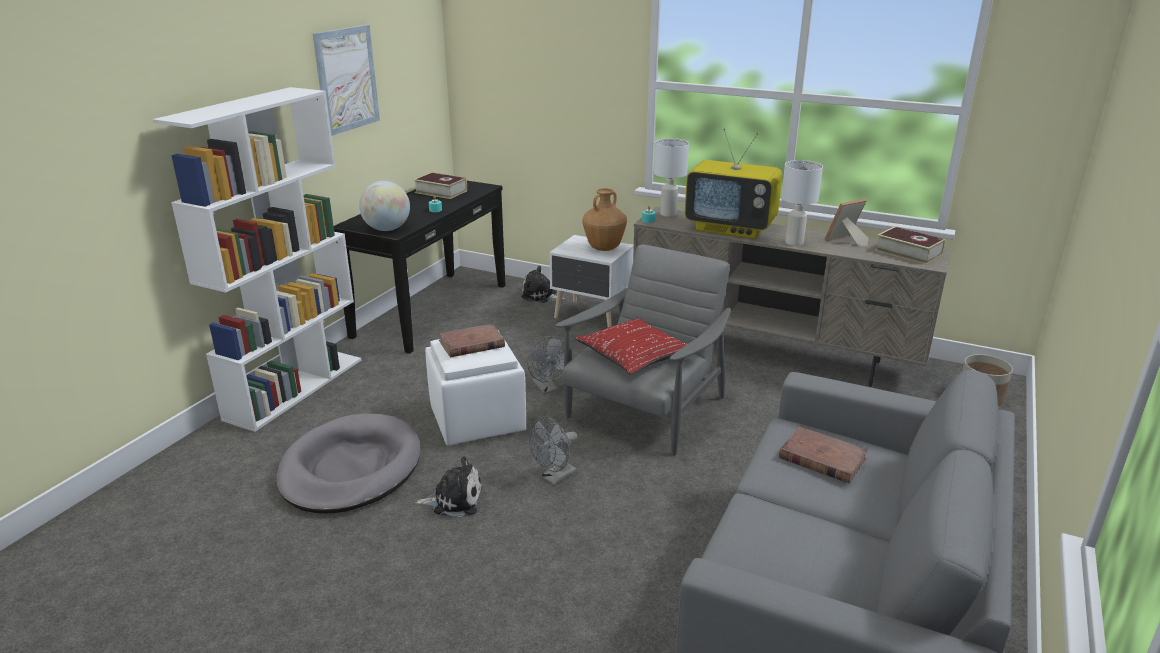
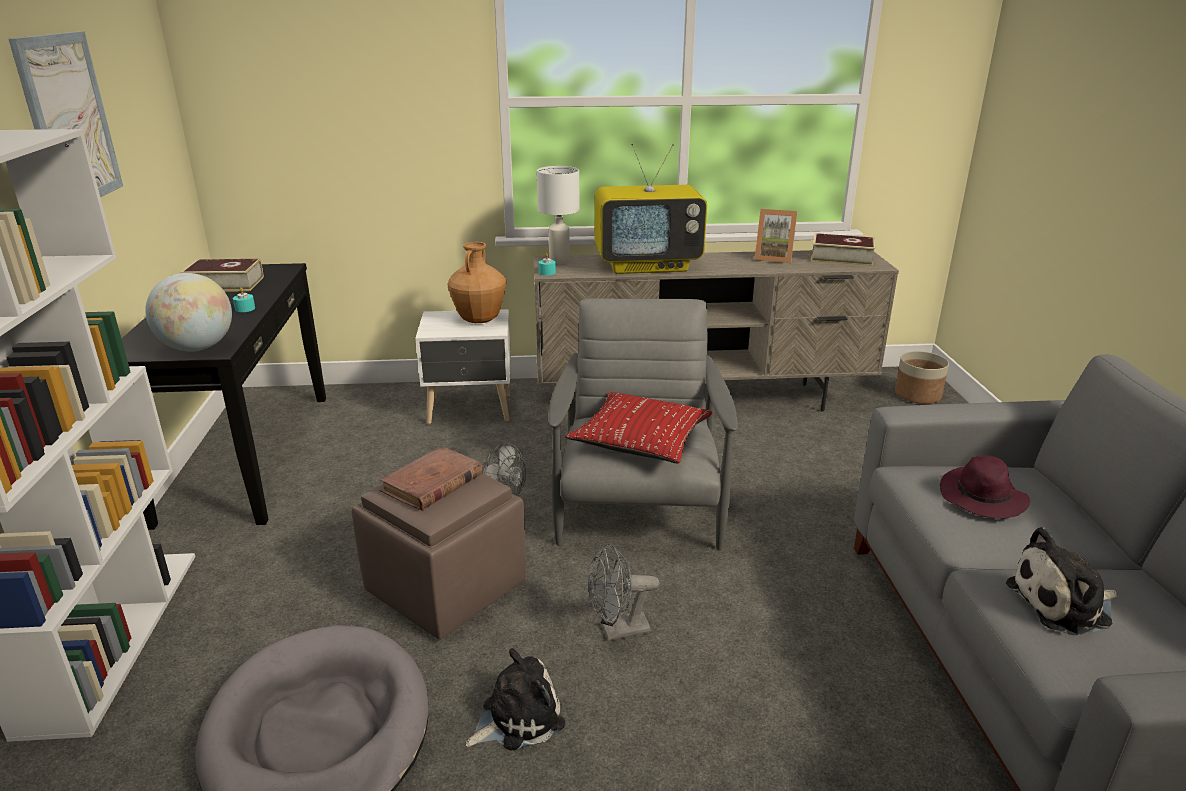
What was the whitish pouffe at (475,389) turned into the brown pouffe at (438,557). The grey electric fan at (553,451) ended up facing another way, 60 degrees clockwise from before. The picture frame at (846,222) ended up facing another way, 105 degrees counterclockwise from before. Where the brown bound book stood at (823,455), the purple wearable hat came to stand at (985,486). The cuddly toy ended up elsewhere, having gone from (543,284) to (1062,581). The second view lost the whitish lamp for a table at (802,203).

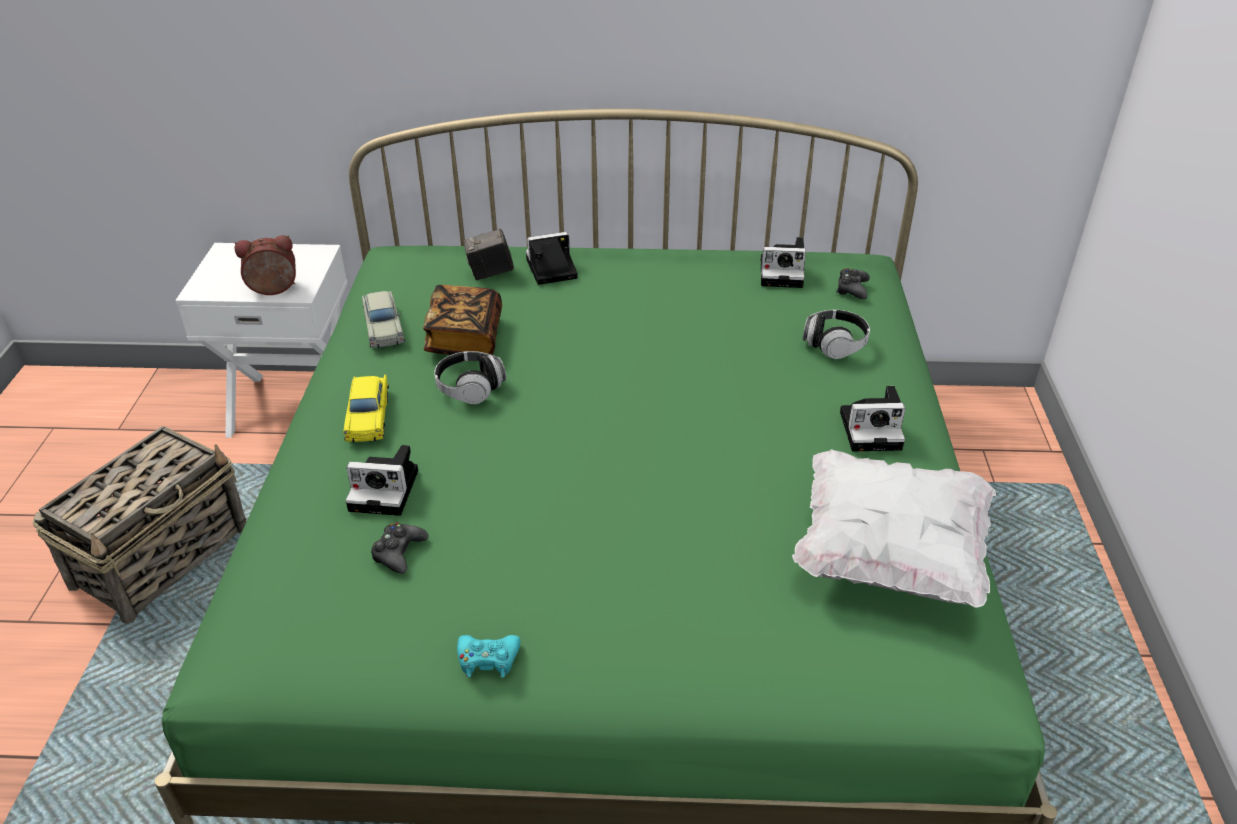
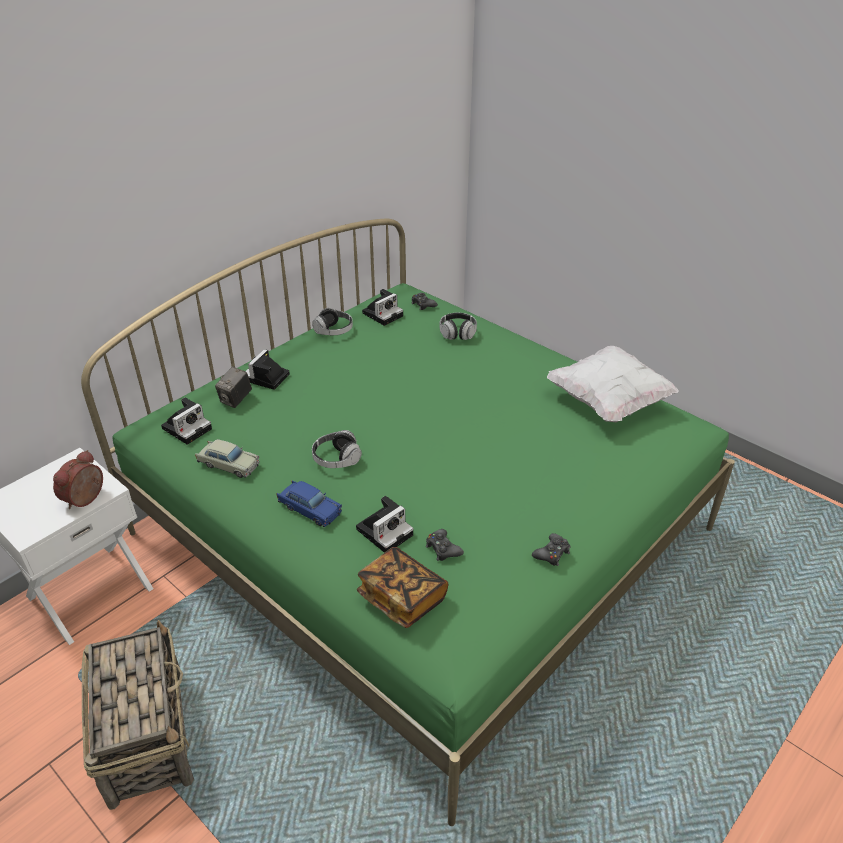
The photo camera ended up elsewhere, having gone from (872,419) to (186,421). What was the yellowish model car at (366,408) turned into the blue model car at (309,503). The second view gained the pair of headphones at (332,321). The bound book ended up elsewhere, having gone from (462,320) to (403,587). What was the blue-green gamepad at (489,656) turned into the black-coloured gamepad at (551,549).

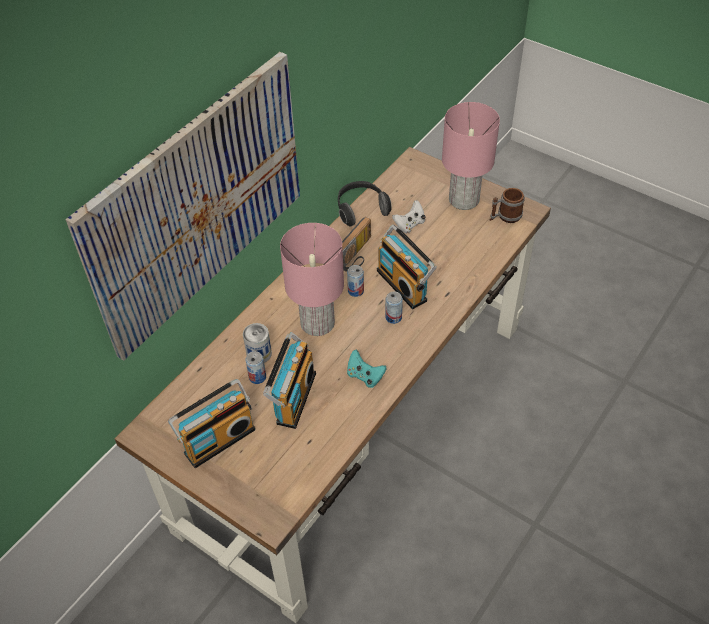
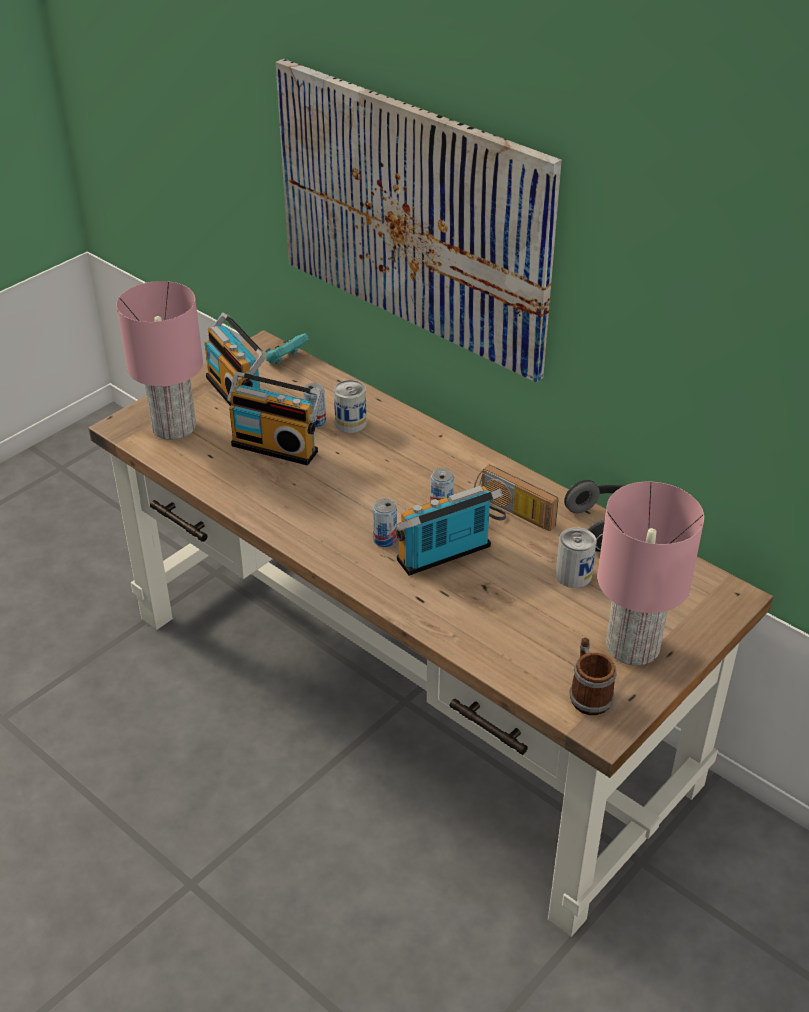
The pink lamp for a table ended up elsewhere, having gone from (312,279) to (159,360). The blue-green gamepad ended up elsewhere, having gone from (367,369) to (287,348). Where the whitish gamepad stood at (408,216), the sealed can came to stand at (576,557).

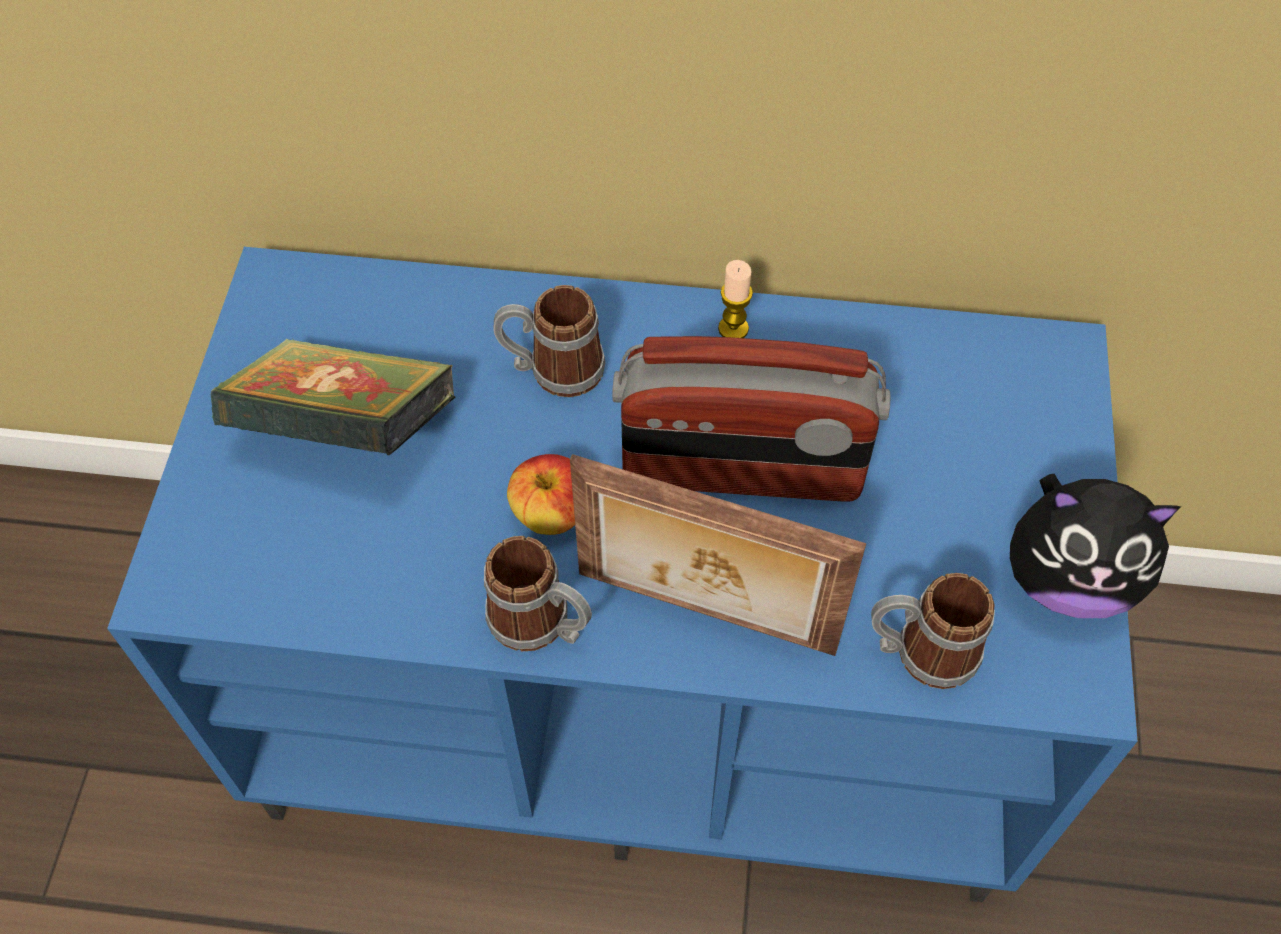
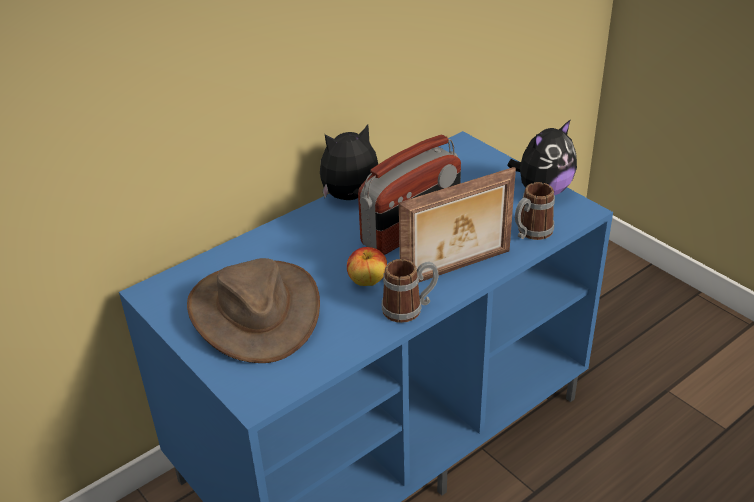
Where the bound book stood at (333,397), the brown wearable hat came to stand at (253,310). Where the wax light stood at (735,299), the cuddly toy came to stand at (349,162). The second view lost the coffee mug at (550,341).

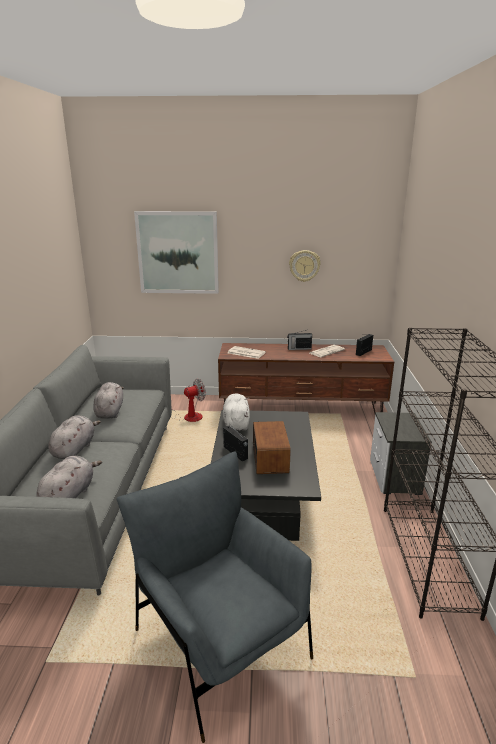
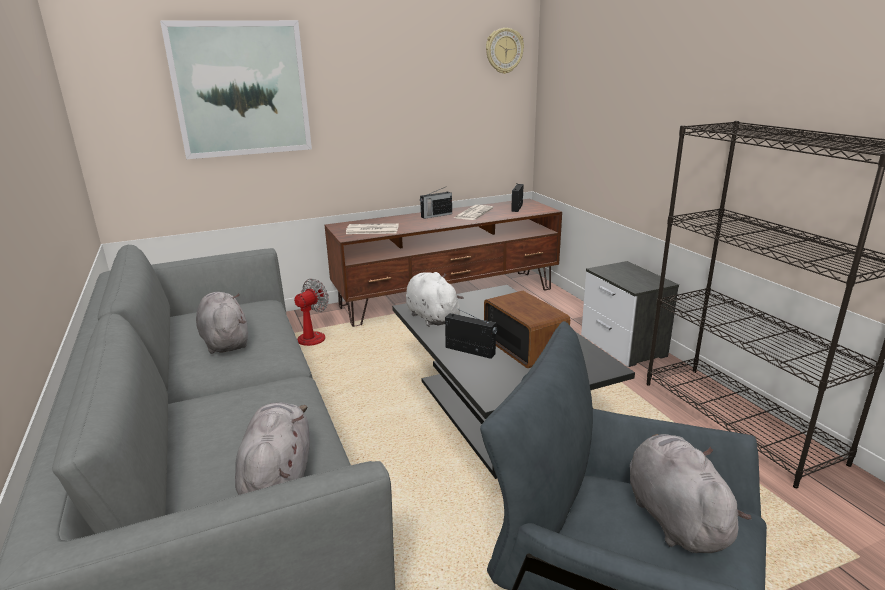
The hanging clock ended up elsewhere, having gone from (305,266) to (505,51). The grey cuddly toy ended up elsewhere, having gone from (74,437) to (691,493).

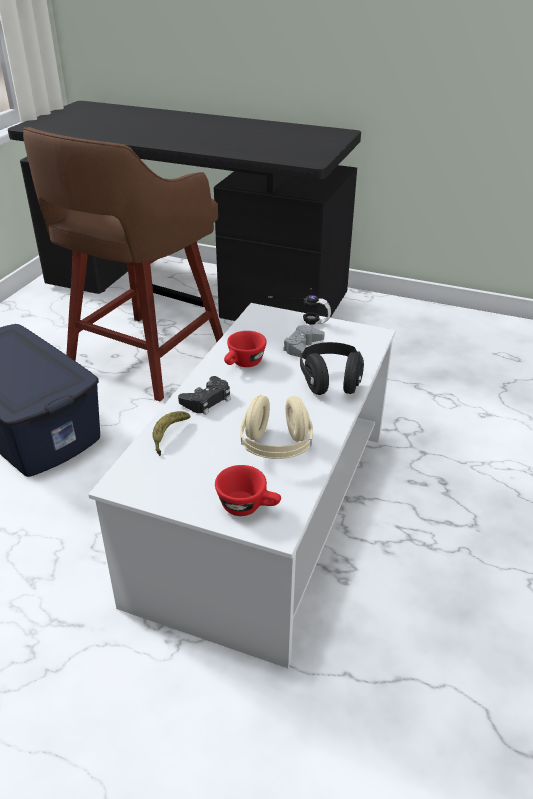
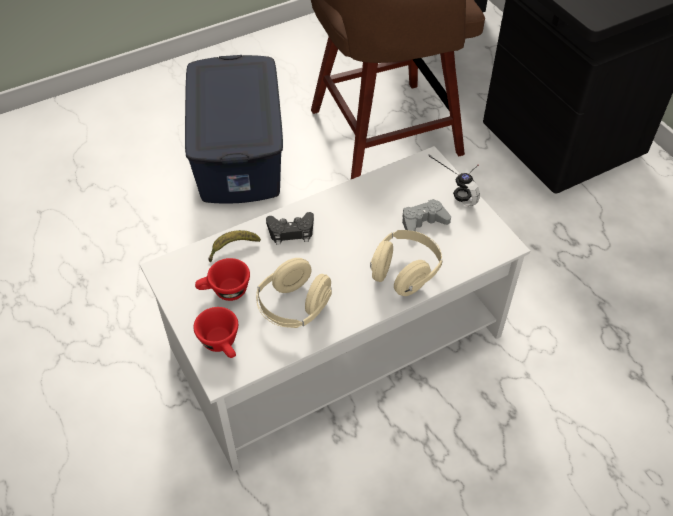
The red cup ended up elsewhere, having gone from (245,349) to (222,279). What was the black-coloured pair of headphones at (332,368) turned into the beige-coloured pair of headphones at (406,263).

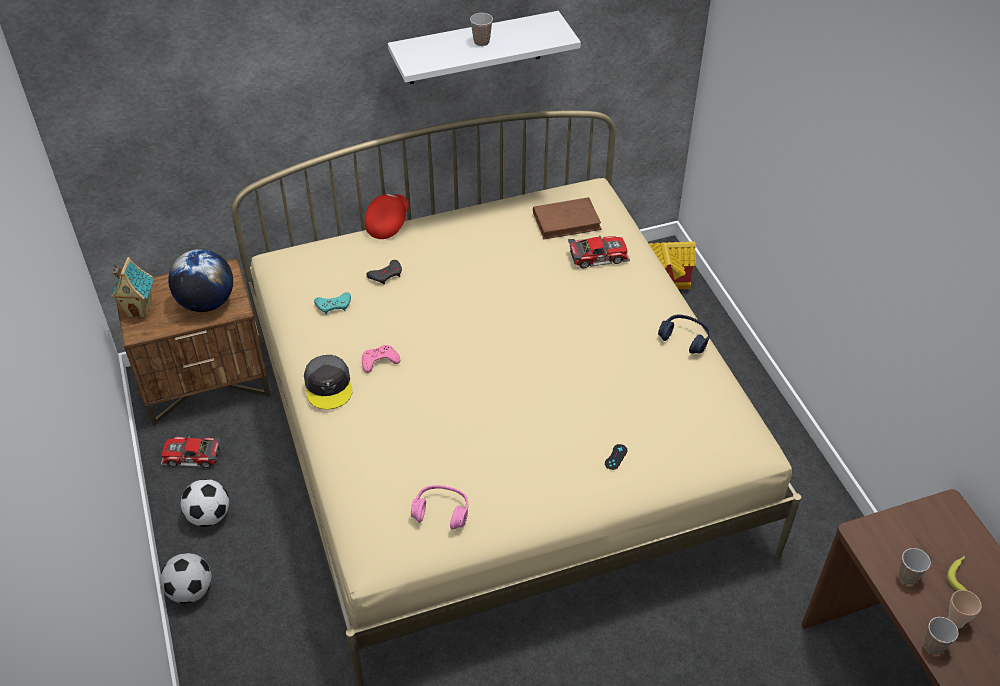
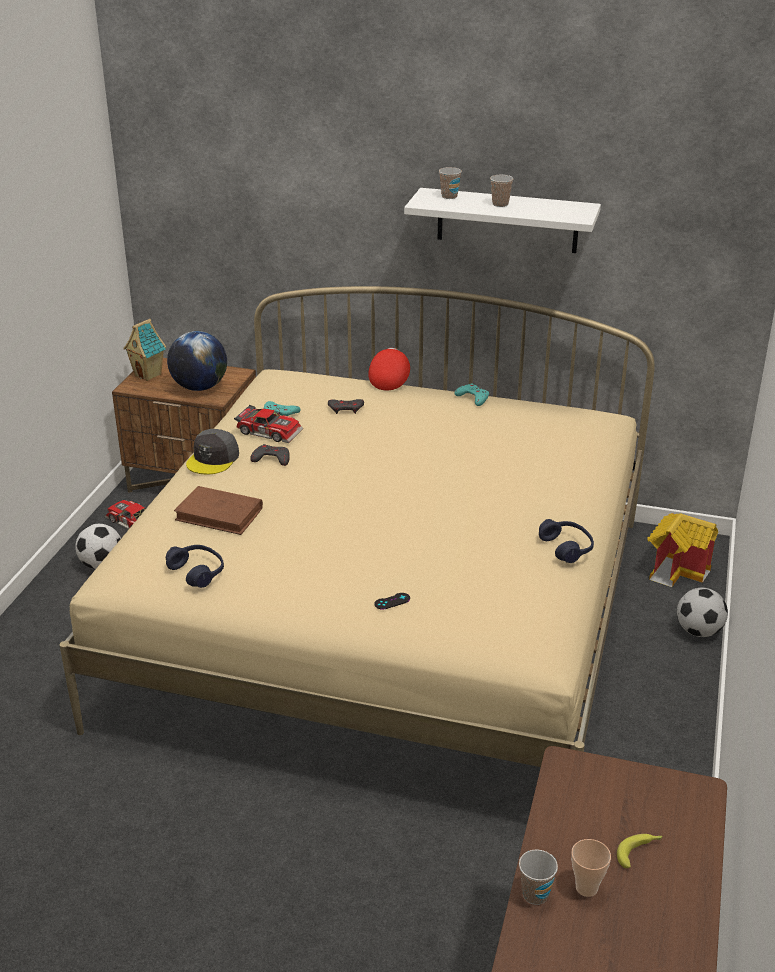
What was the pink pair of headphones at (439,507) turned into the blue pair of headphones at (195,566). The brown bound book ended up elsewhere, having gone from (567,218) to (218,510). The model car ended up elsewhere, having gone from (599,252) to (268,424). What was the pink gamepad at (381,359) turned into the grey gamepad at (270,455). The red peaked cap at (387,216) ended up facing another way, 45 degrees counterclockwise from before. The cup ended up elsewhere, having gone from (915,566) to (450,183). The second view gained the blue-green gamepad at (472,394). The ball for football ended up elsewhere, having gone from (186,578) to (702,612).

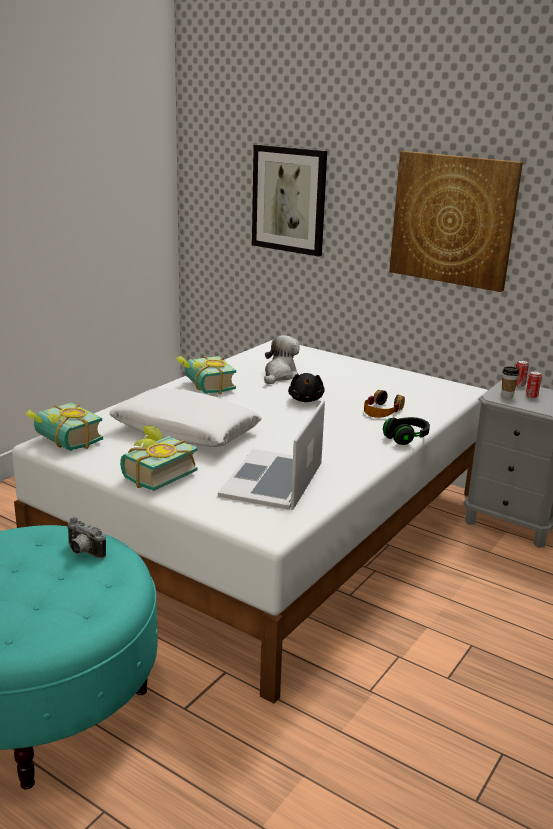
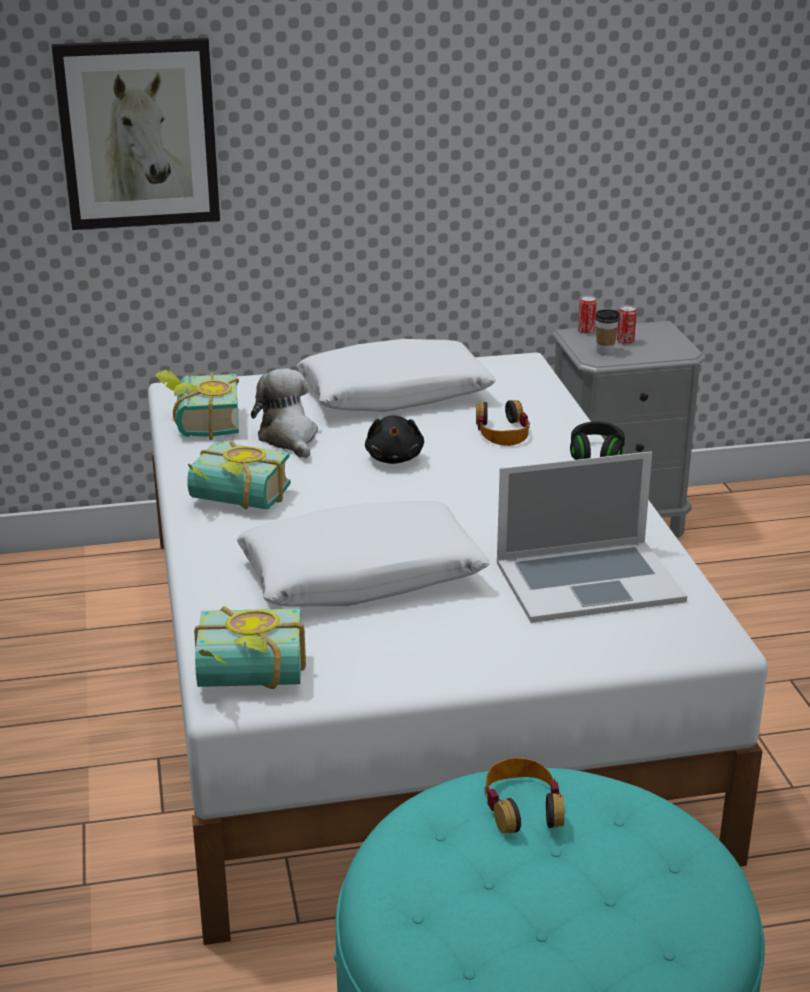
The bound book ended up elsewhere, having gone from (159,458) to (197,405). The second view gained the whitish throw pillow at (396,375). The black-coloured cuddly toy at (306,387) ended up facing another way, 45 degrees clockwise from before. Where the photo camera stood at (86,538), the pair of headphones came to stand at (524,796). The portable computer at (271,455) ended up facing another way, 75 degrees counterclockwise from before. The second view lost the picture at (456,221).

